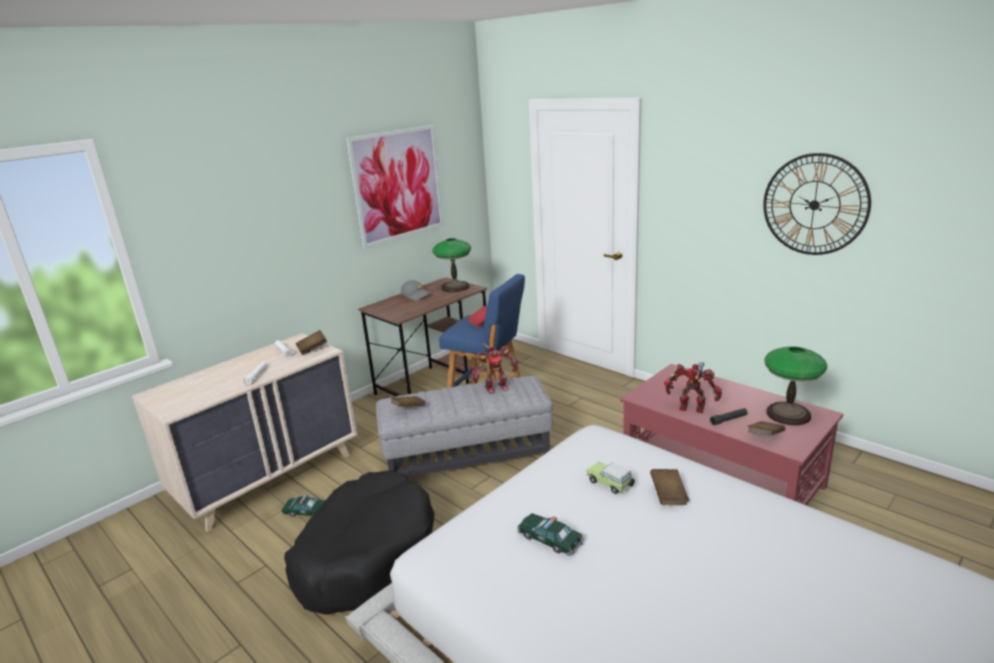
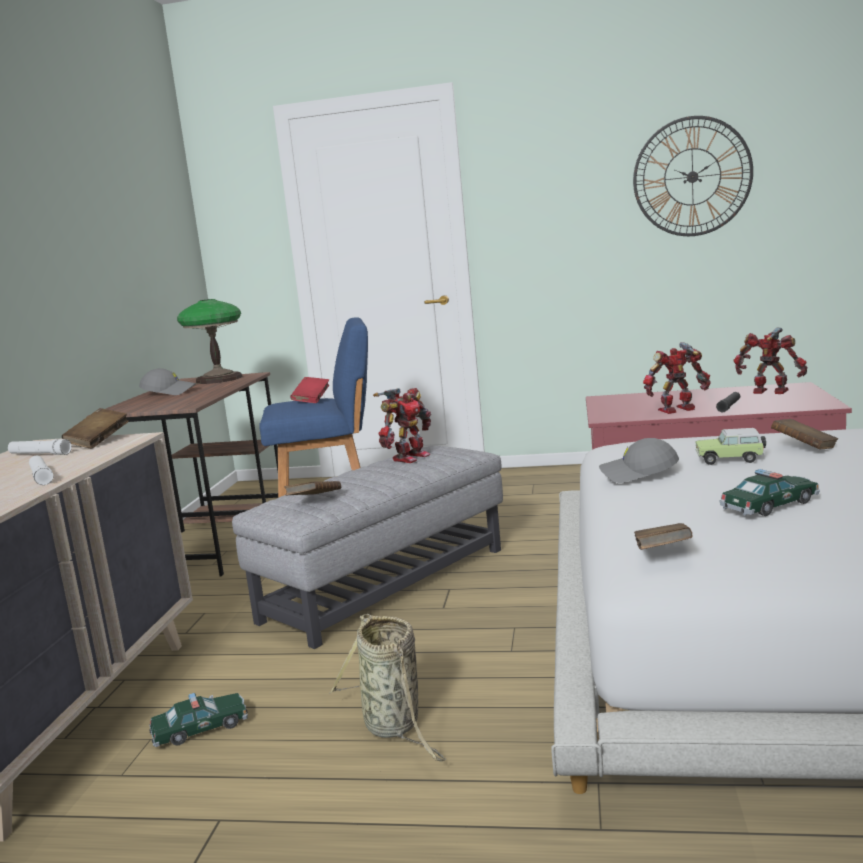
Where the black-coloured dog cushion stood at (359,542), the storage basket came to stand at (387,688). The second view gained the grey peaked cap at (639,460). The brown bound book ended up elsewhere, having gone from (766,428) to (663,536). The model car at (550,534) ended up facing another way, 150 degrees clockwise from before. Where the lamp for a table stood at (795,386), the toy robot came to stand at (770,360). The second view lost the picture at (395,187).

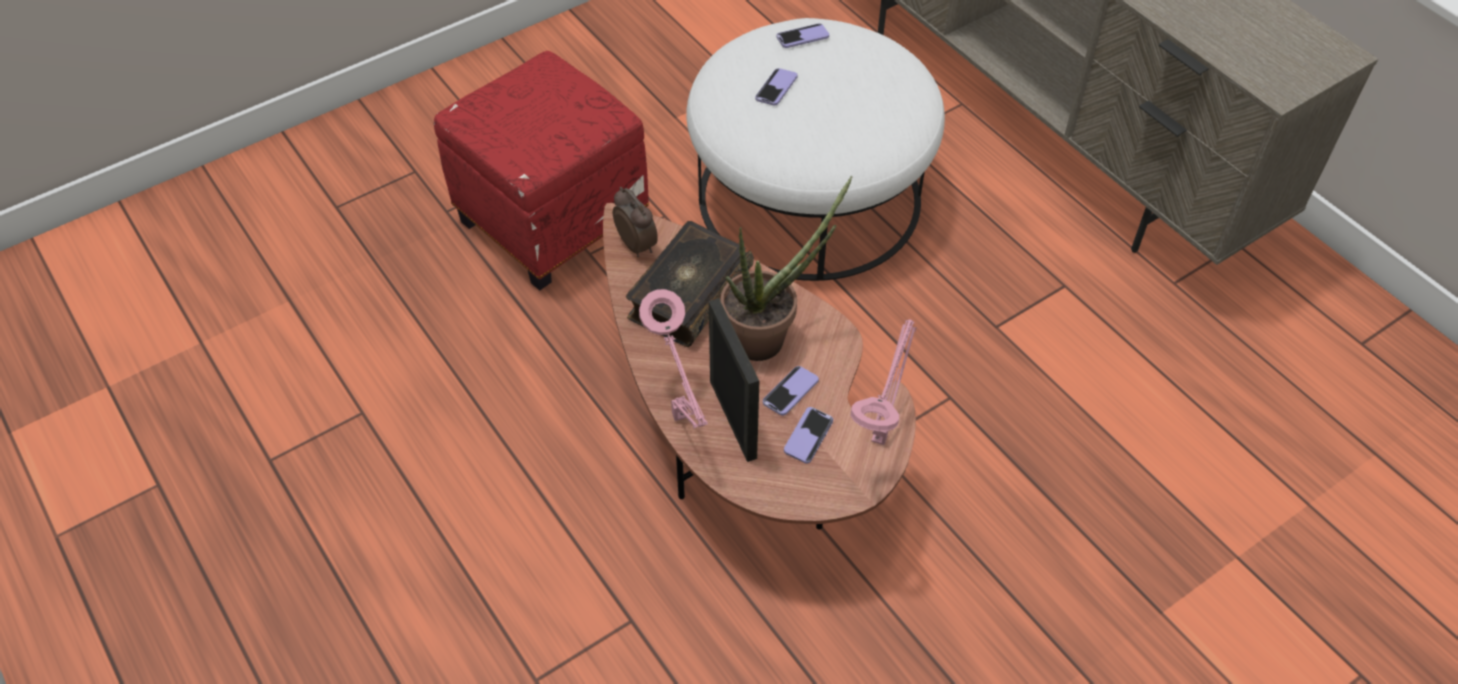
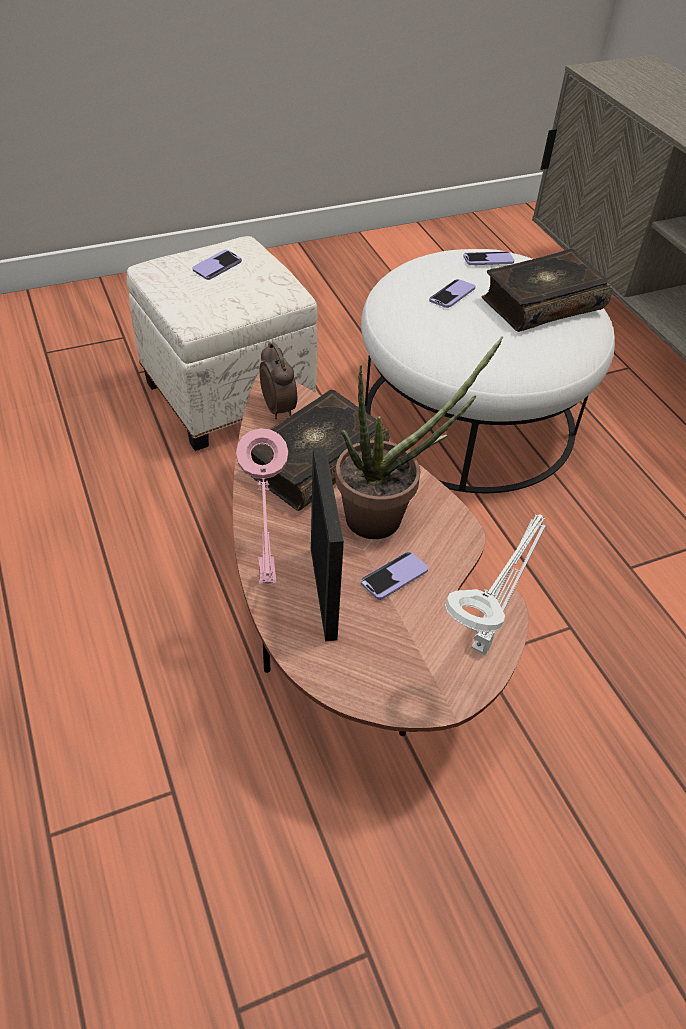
What was the red pouffe at (541,171) turned into the whitish pouffe at (221,343). The telephone ended up elsewhere, having gone from (808,435) to (217,265). What was the pink lamp for a table at (883,382) turned into the whitish lamp for a table at (496,584). The second view gained the bound book at (547,290).

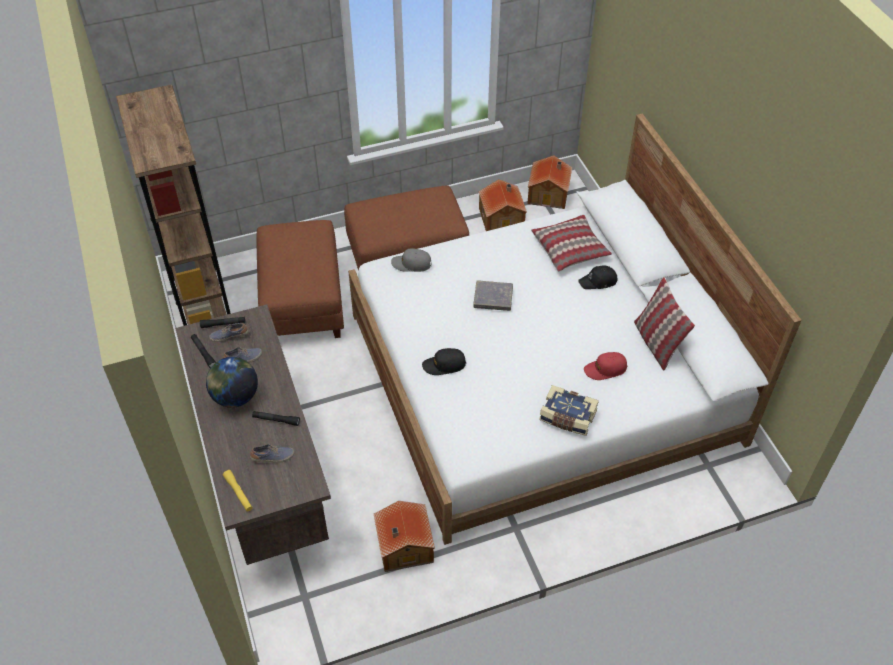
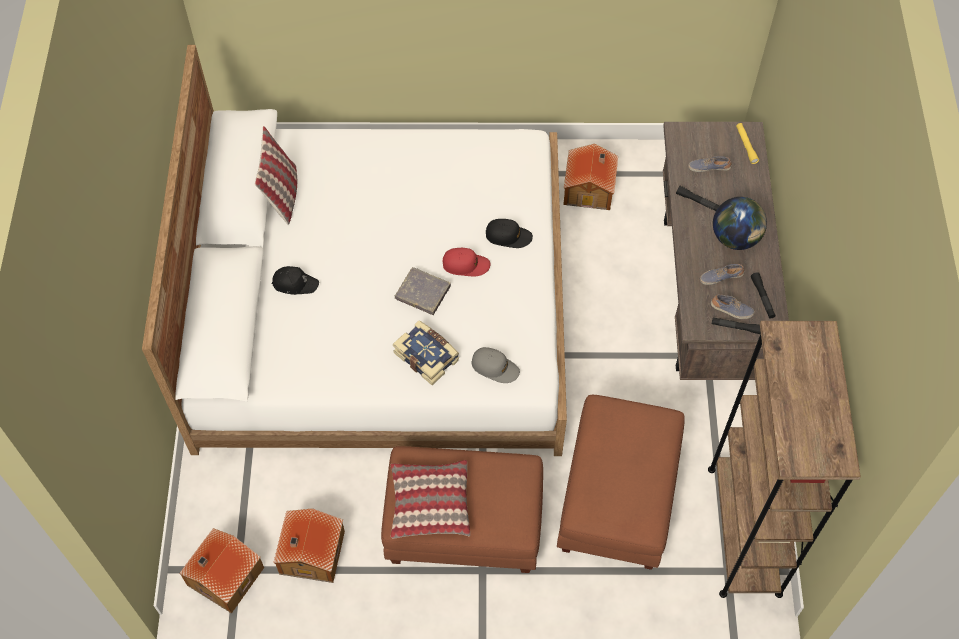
The throw pillow ended up elsewhere, having gone from (571,243) to (430,499). The bound book ended up elsewhere, having gone from (569,410) to (426,353). The red peaked cap ended up elsewhere, having gone from (606,366) to (466,262).

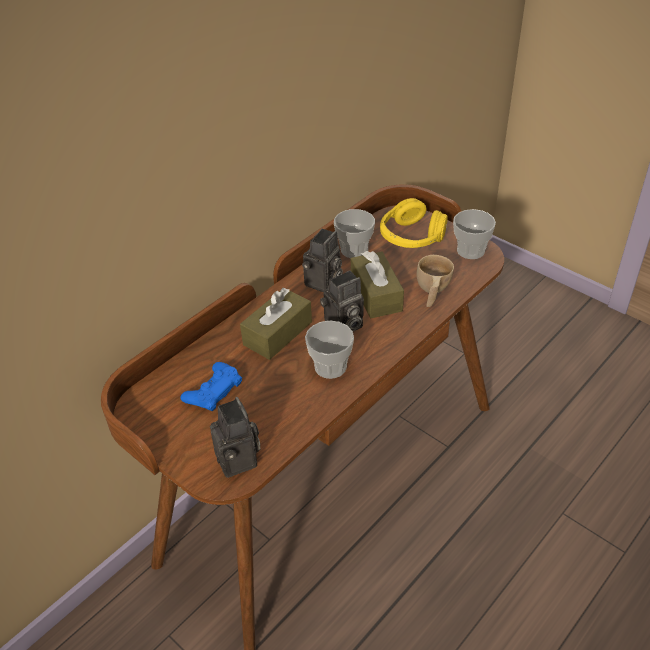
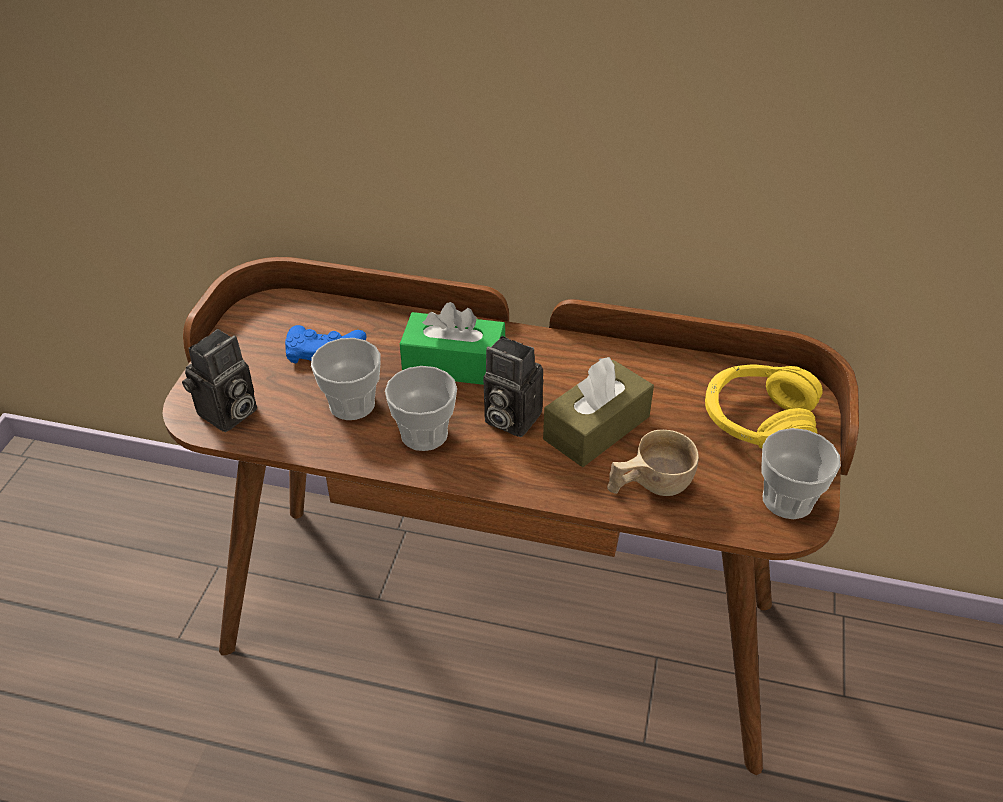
The cup ended up elsewhere, having gone from (354,233) to (346,379). What was the brown tissue box at (276,324) turned into the greenish tissue box at (452,343). The second view lost the photo camera at (322,260).

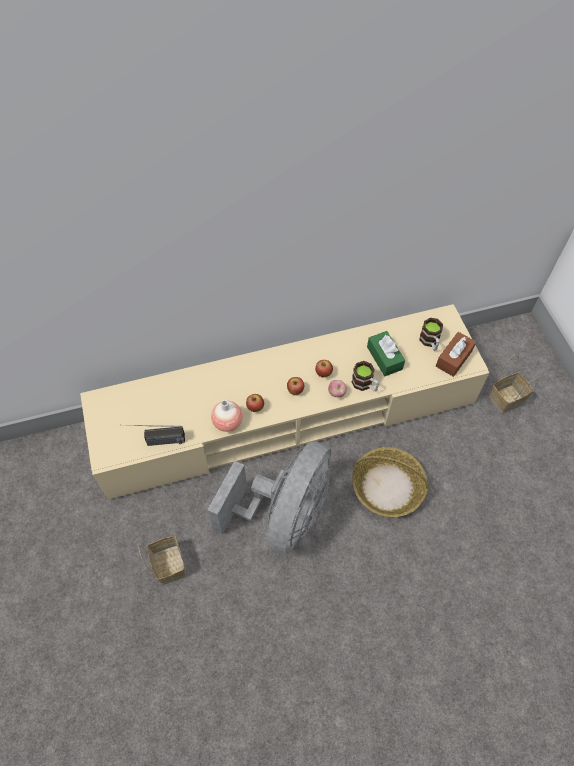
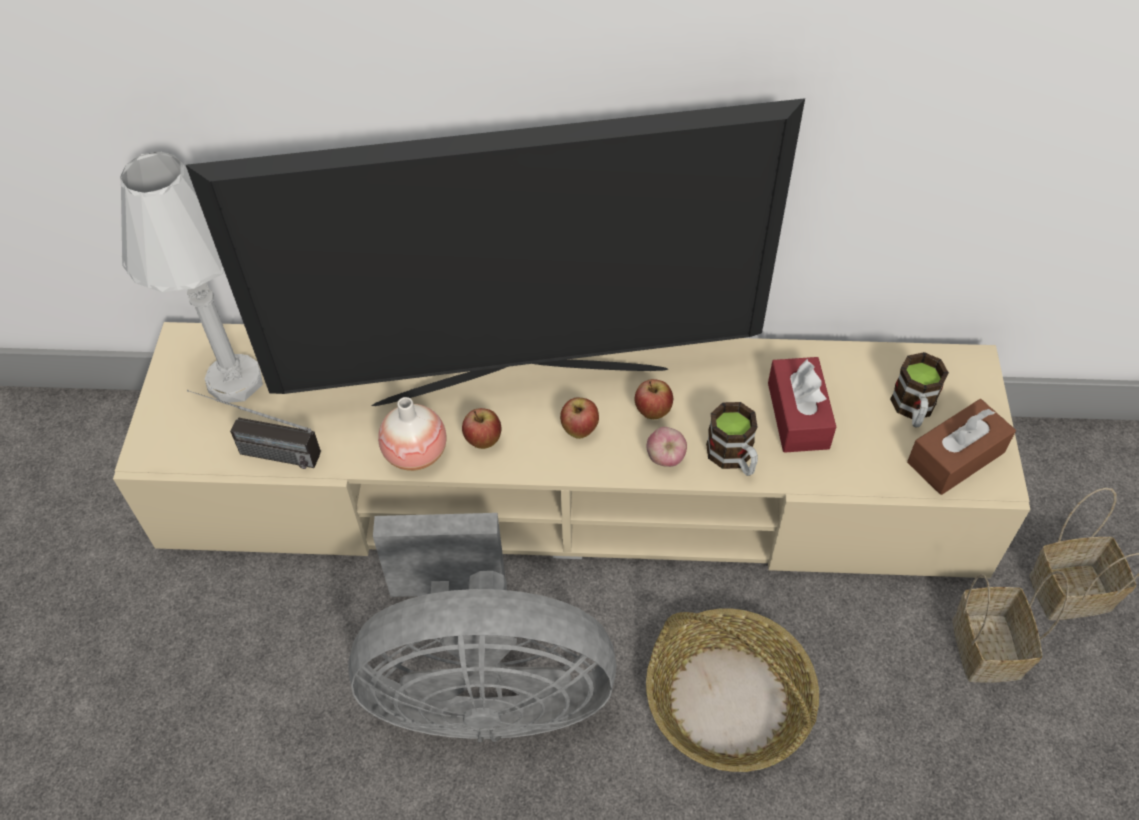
The second view gained the whitish lamp for a table at (191,277). The second view gained the TV set at (495,252). The grey electric fan at (269,498) ended up facing another way, 45 degrees clockwise from before. What was the greenish tissue box at (386,353) turned into the red tissue box at (802,405). The storage basket ended up elsewhere, having gone from (162,558) to (1011,626).

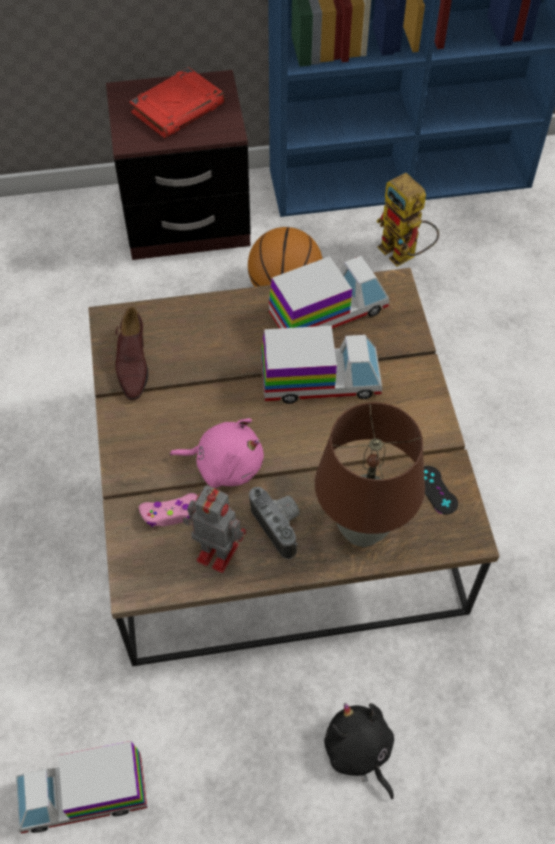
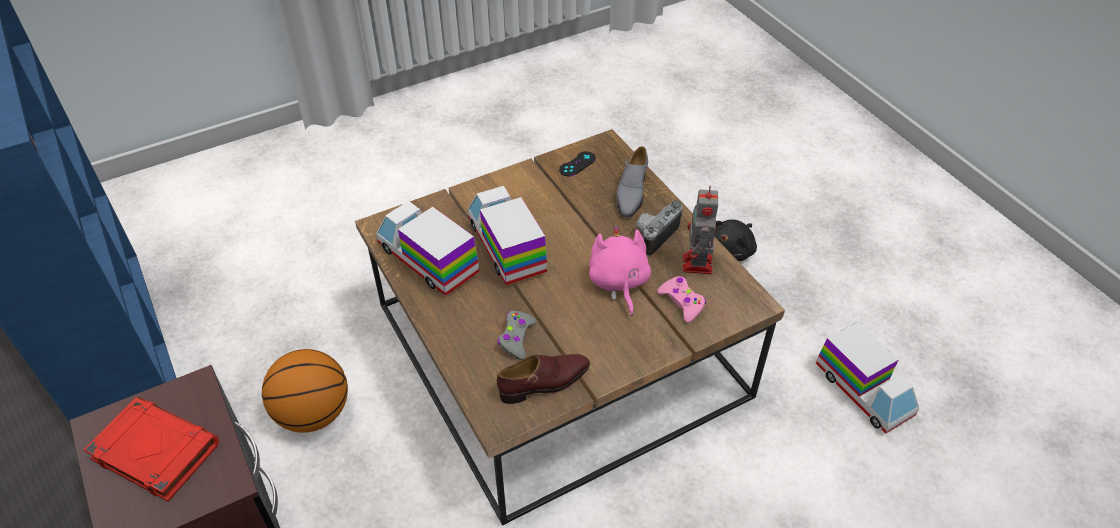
The second view gained the grey gamepad at (517,335). Where the brown lamp for a table stood at (370,474), the grey item of footwear came to stand at (632,182). The second view lost the toy robot at (407,220).

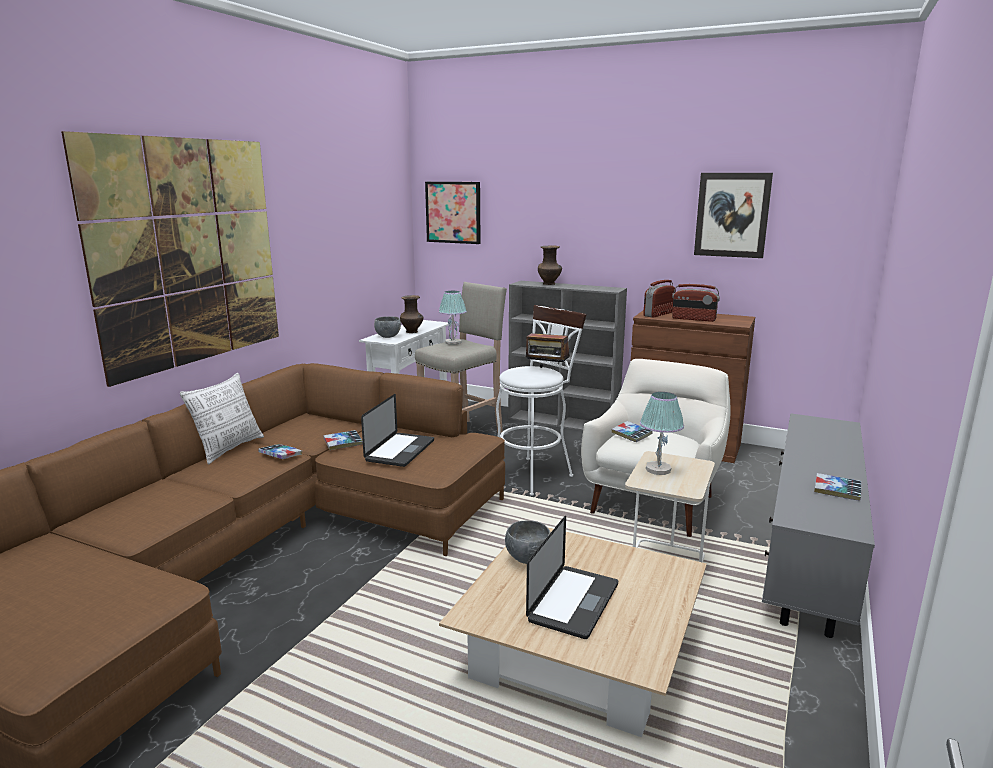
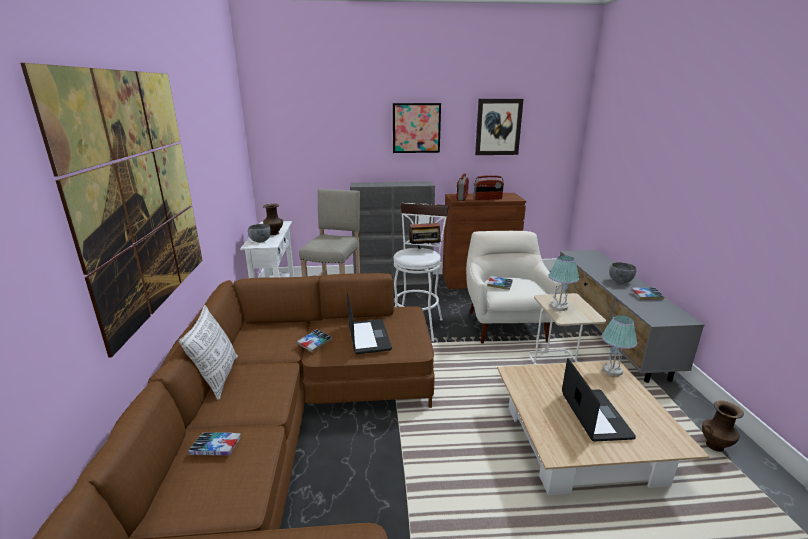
The bound book ended up elsewhere, having gone from (280,451) to (214,443). The picture ended up elsewhere, having gone from (453,213) to (417,128). The lamp for a table ended up elsewhere, having gone from (453,318) to (619,346). The grey serving bowl ended up elsewhere, having gone from (528,542) to (622,272). The brown decorative vase ended up elsewhere, having gone from (550,265) to (723,426).

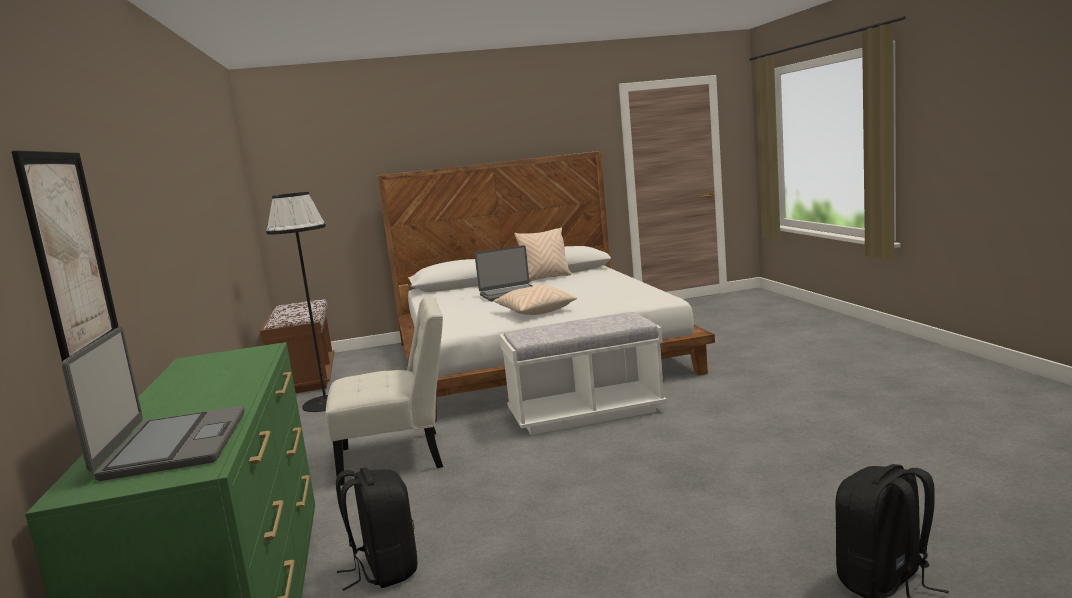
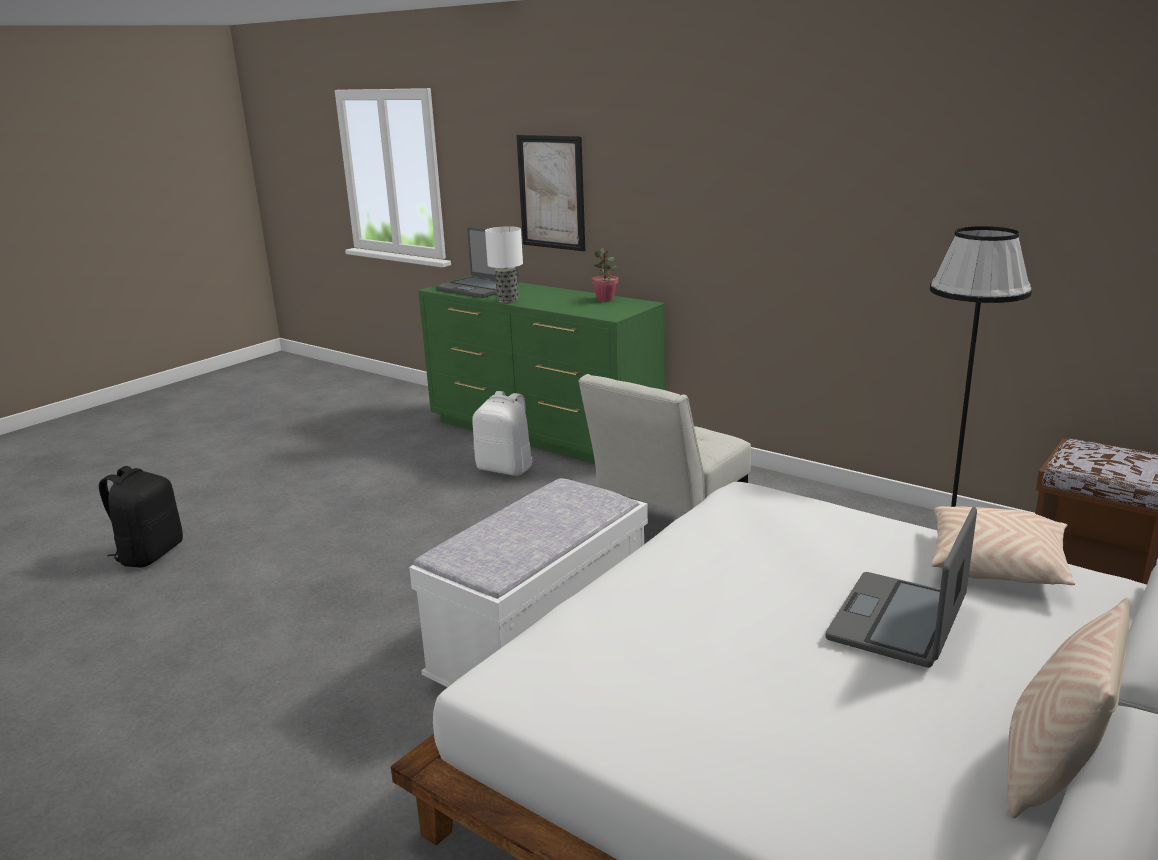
What was the black-coloured knapsack at (377,529) turned into the whitish knapsack at (502,433). The second view gained the lamp for a table at (504,264). The second view gained the potted plant at (605,275). The beige-coloured throw pillow ended up elsewhere, having gone from (535,300) to (1003,545).

